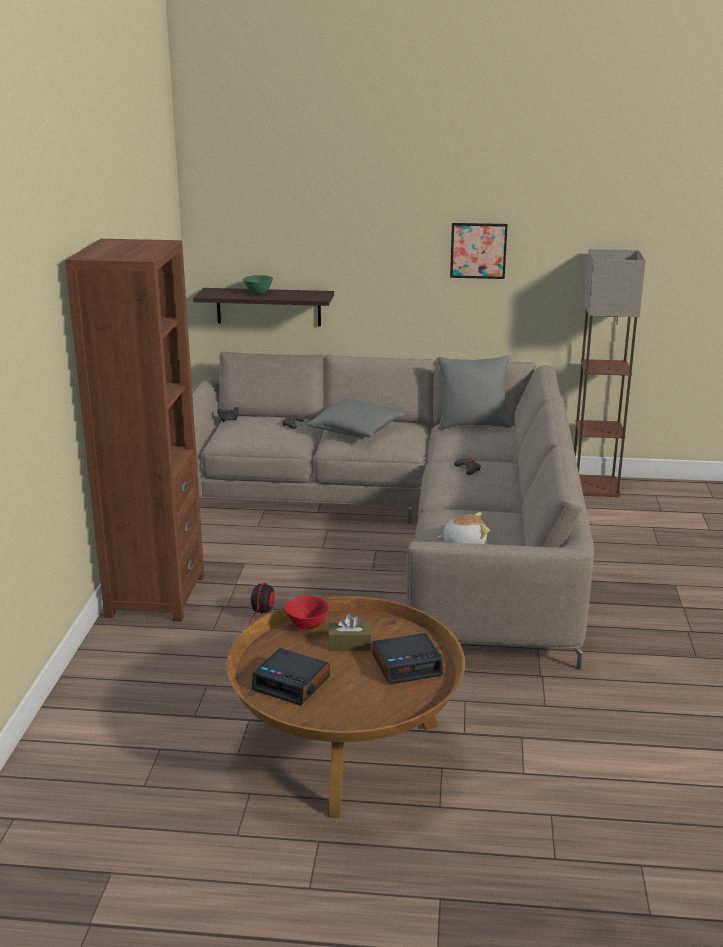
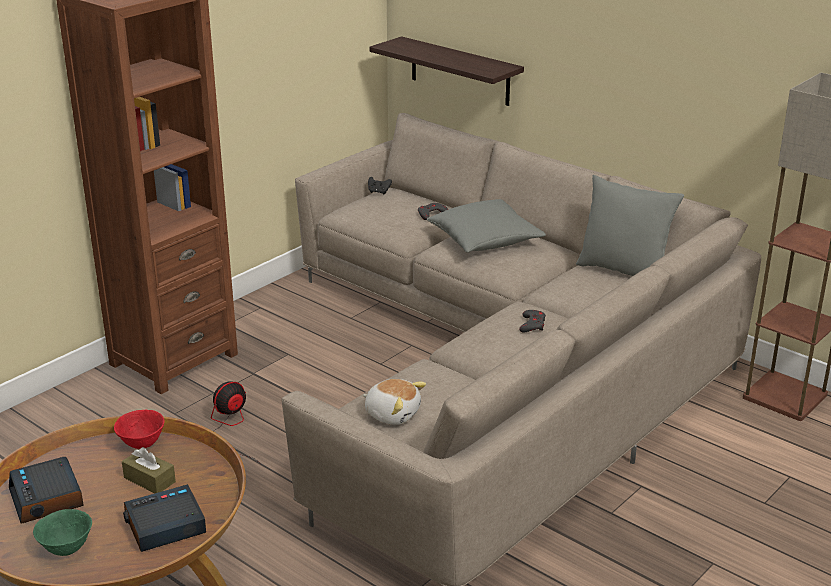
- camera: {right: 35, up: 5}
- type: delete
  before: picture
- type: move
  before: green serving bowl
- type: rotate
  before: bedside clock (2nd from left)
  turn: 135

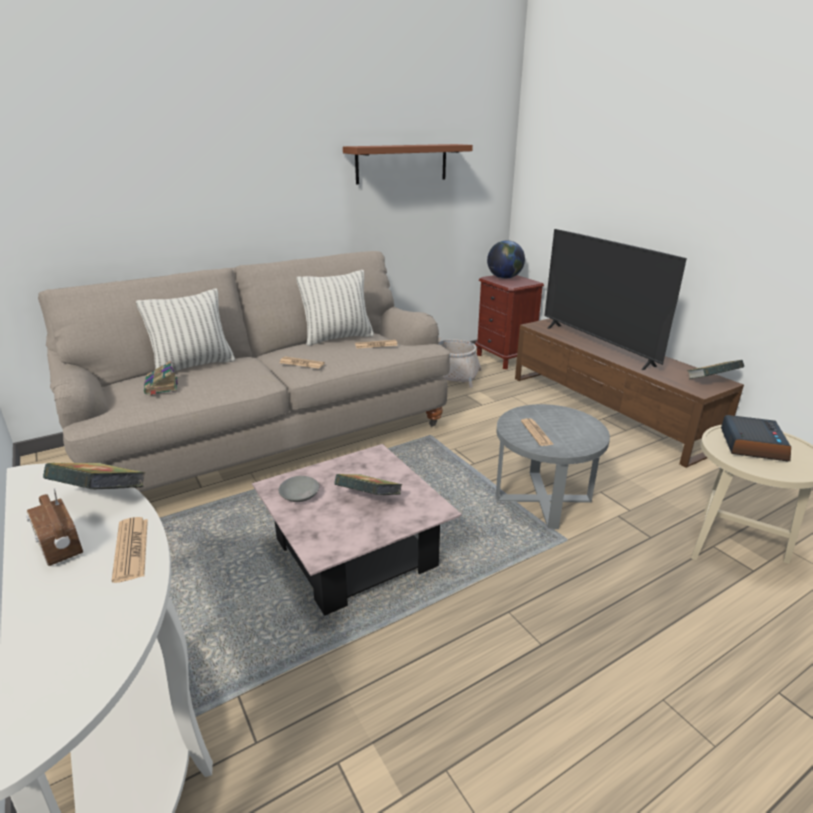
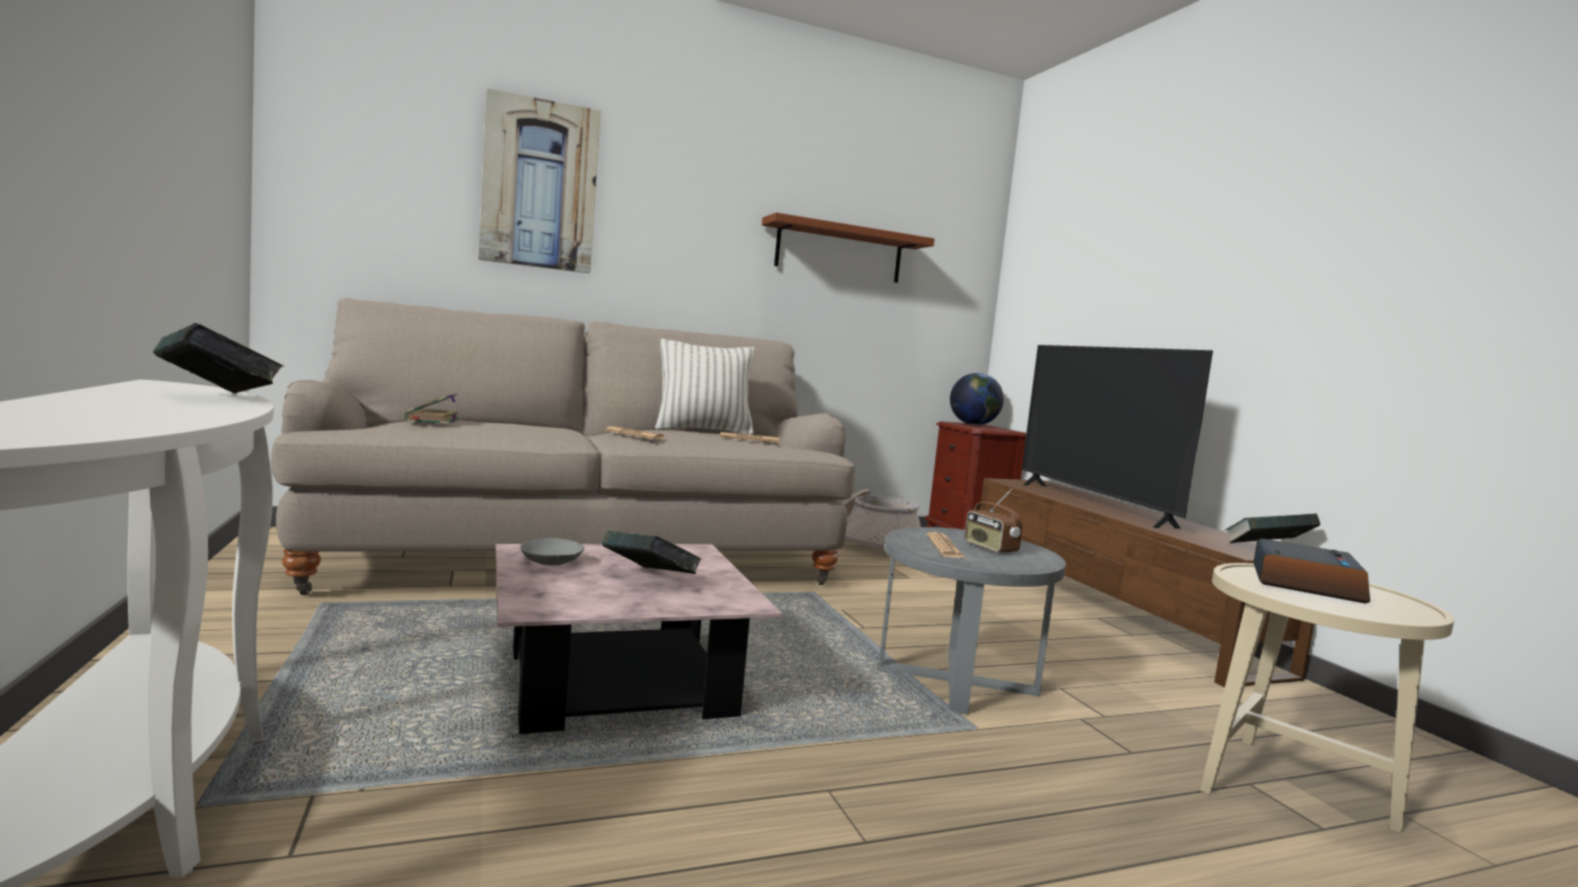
- camera: {right: 10, up: -20}
- type: delete
  before: newspaper (1st from left)
- type: delete
  before: pillow (1st from left)
- type: insert
  after: picture
- type: move
  before: radio

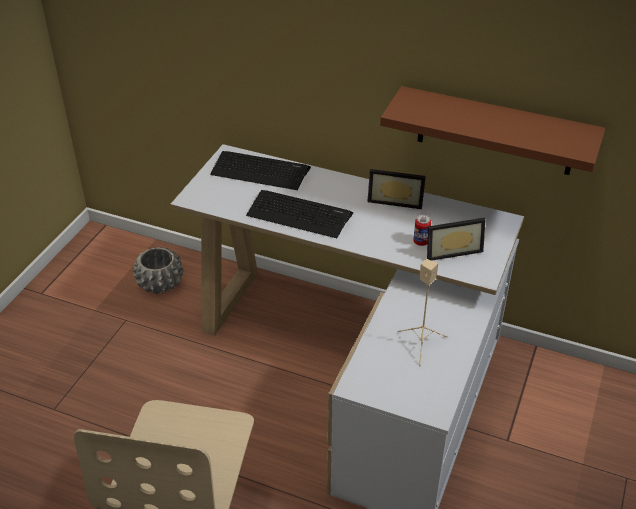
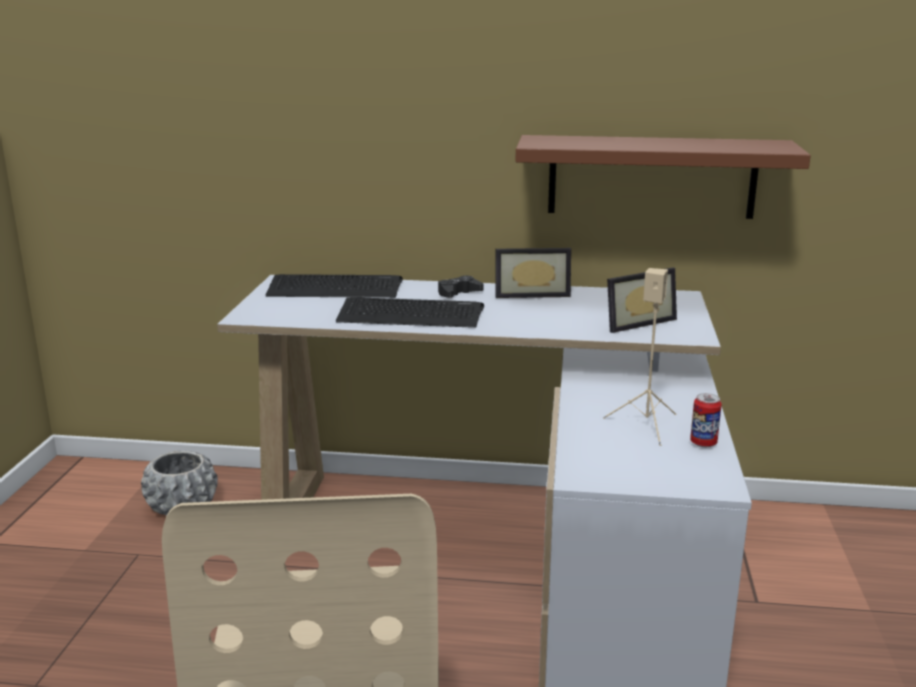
- camera: {right: -15, up: -20}
- type: insert
  after: blackish joypad
- type: move
  before: metal can

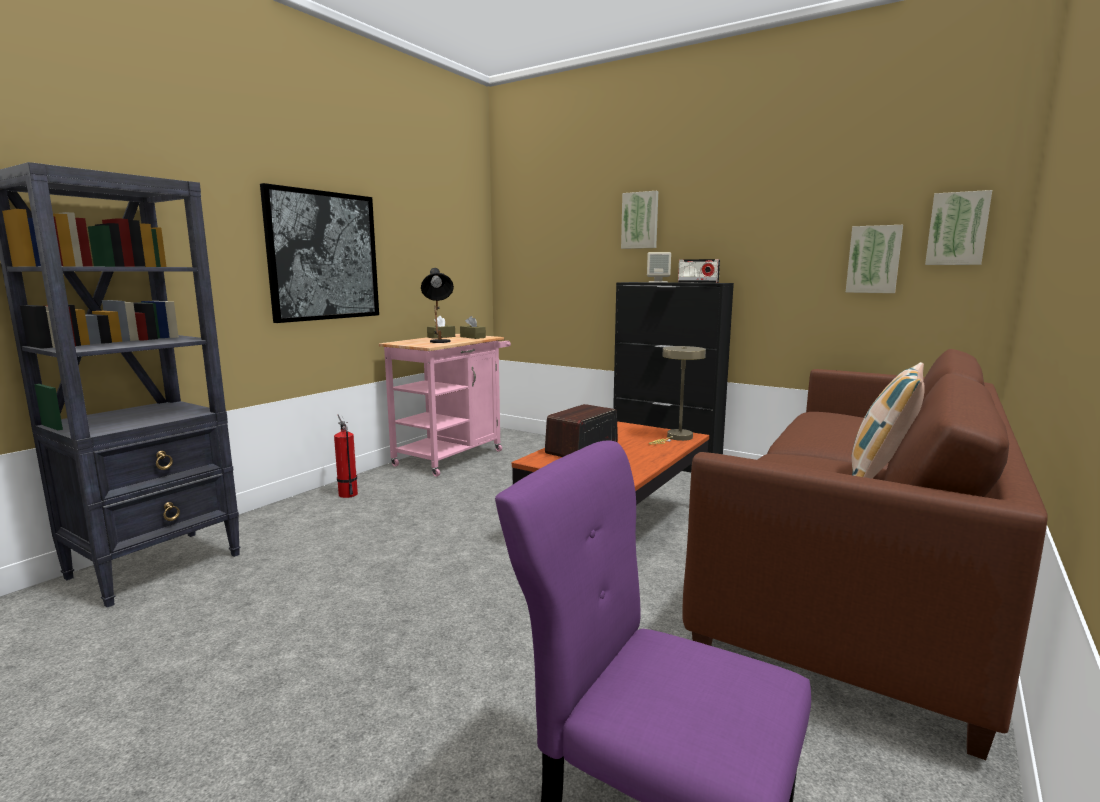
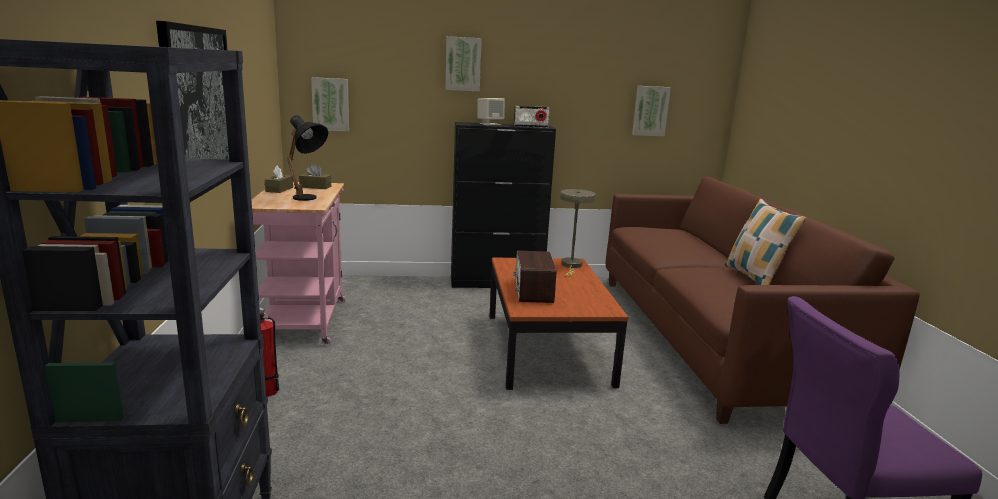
- camera: {right: -40, up: 5}
- type: move
  before: picture (4th from left in the first image)
  after: picture (2nd from left)

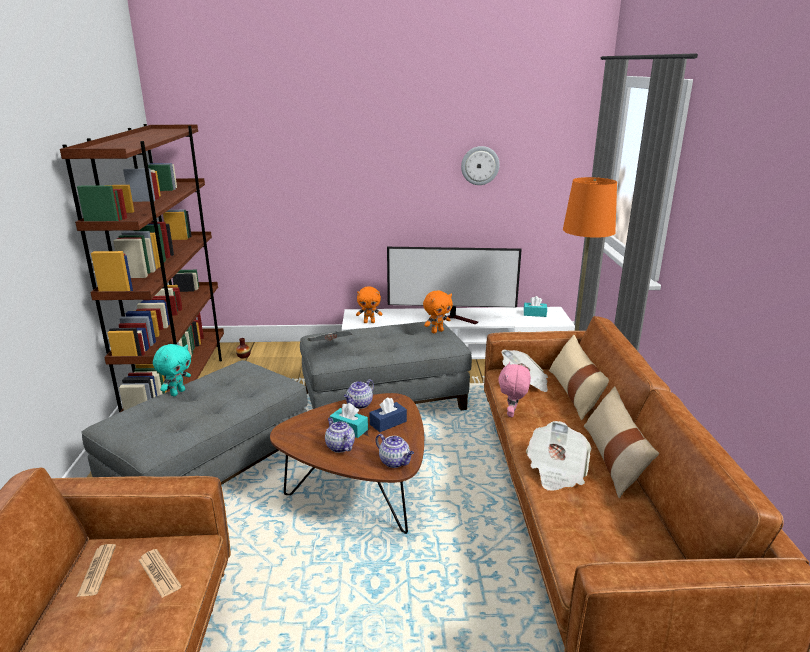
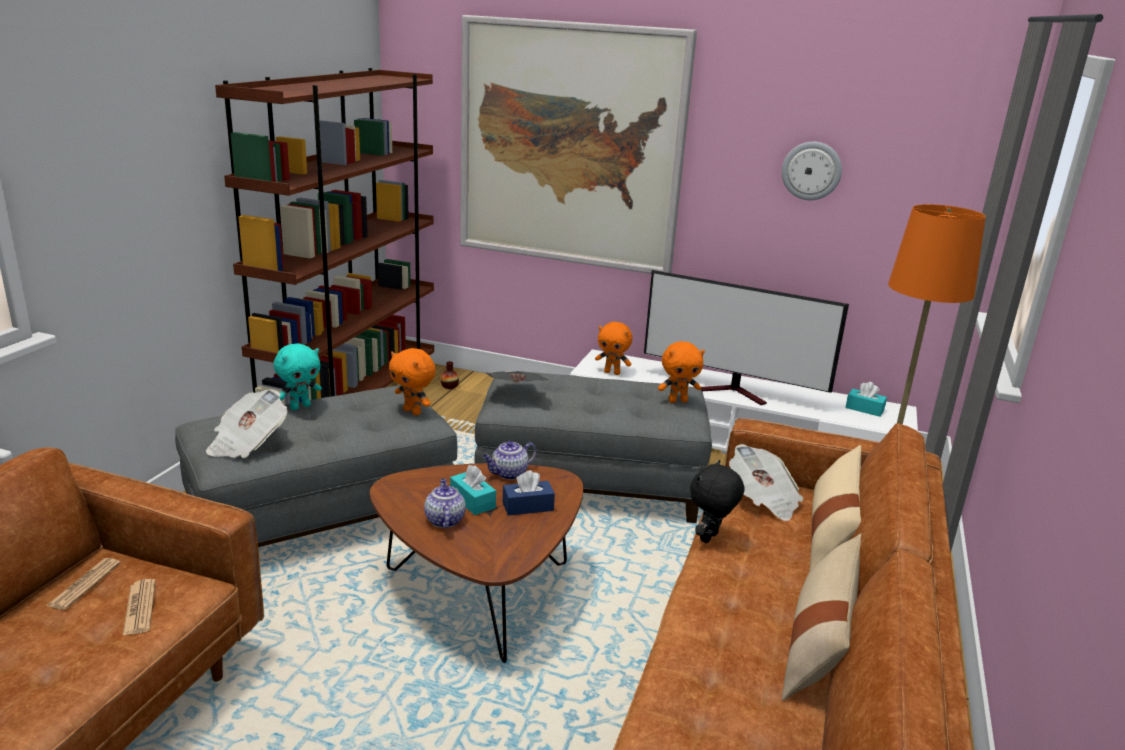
- camera: {right: 20, up: 0}
- type: delete
  before: pot for tea (3rd from left)
- type: insert
  after: orange soft toy (1st from left)
- type: insert
  after: picture
- type: move
  before: newspaper (5th from left in the first image)
  after: newspaper (3rd from left)
- type: recolor
  before: pink soft toy
  after: blackish soft toy

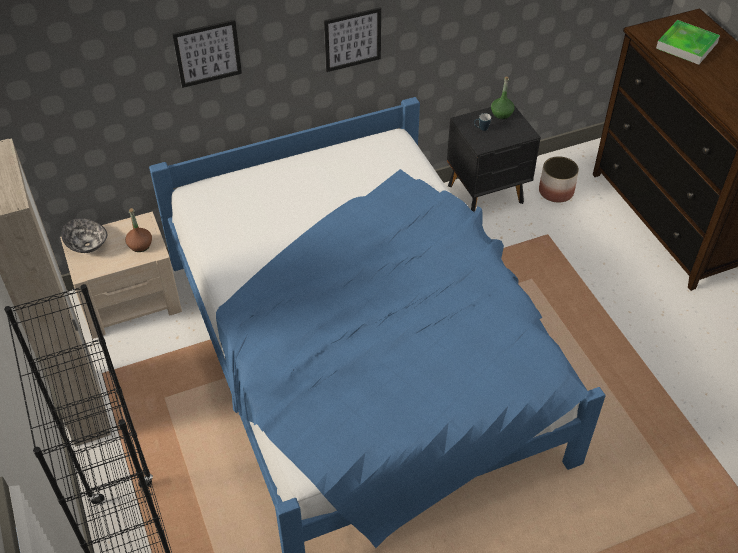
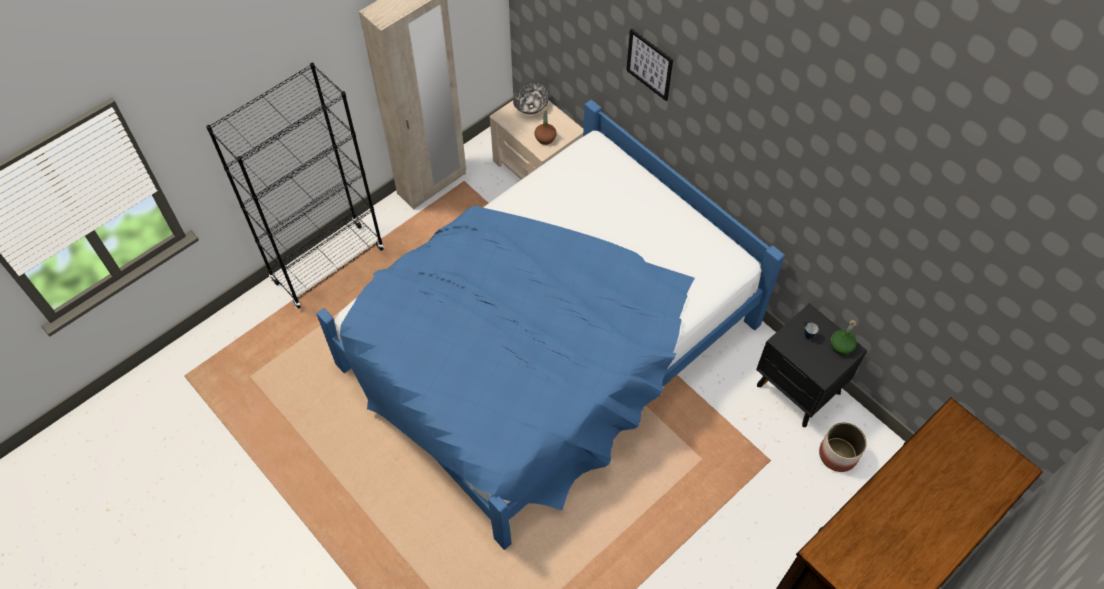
- camera: {right: 70, up: 10}
- type: delete
  before: picture (2nd from left)
- type: delete
  before: tray

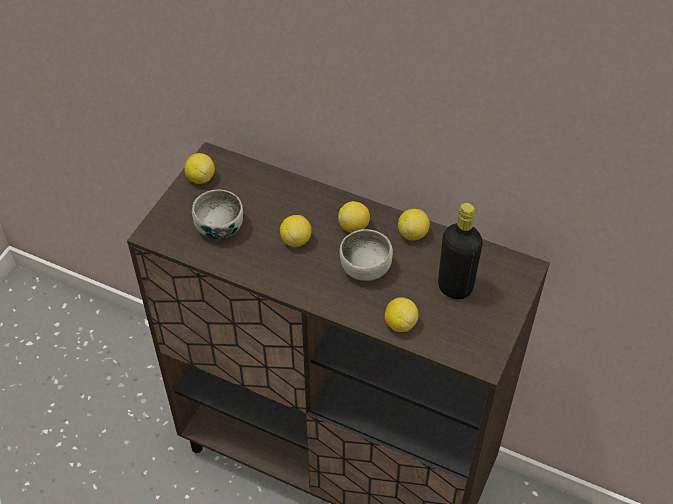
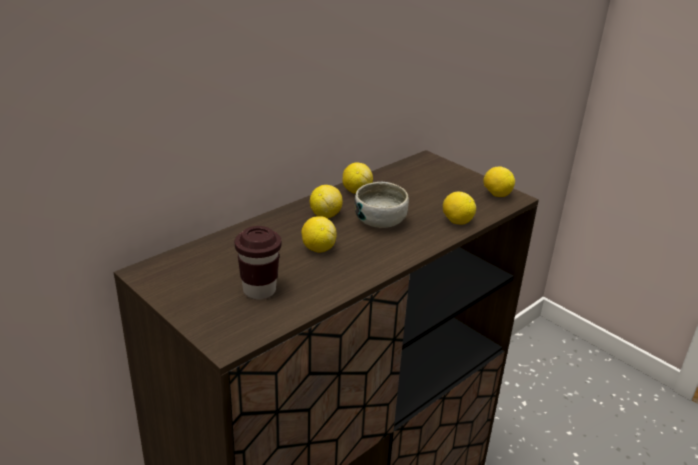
- camera: {right: -70, up: -20}
- type: delete
  before: blackish bottle
- type: move
  before: citrus fruit (1st from left in the first image)
  after: citrus fruit (5th from left)
- type: replace
  before: serving bowl (1st from left)
  after: brown-coloured cup

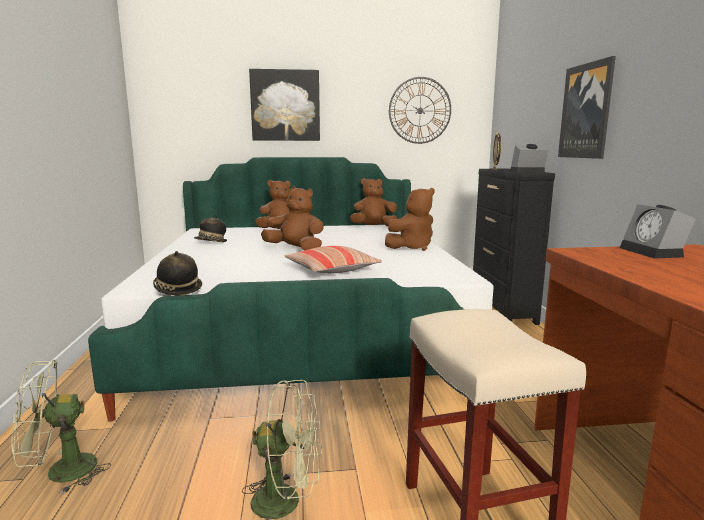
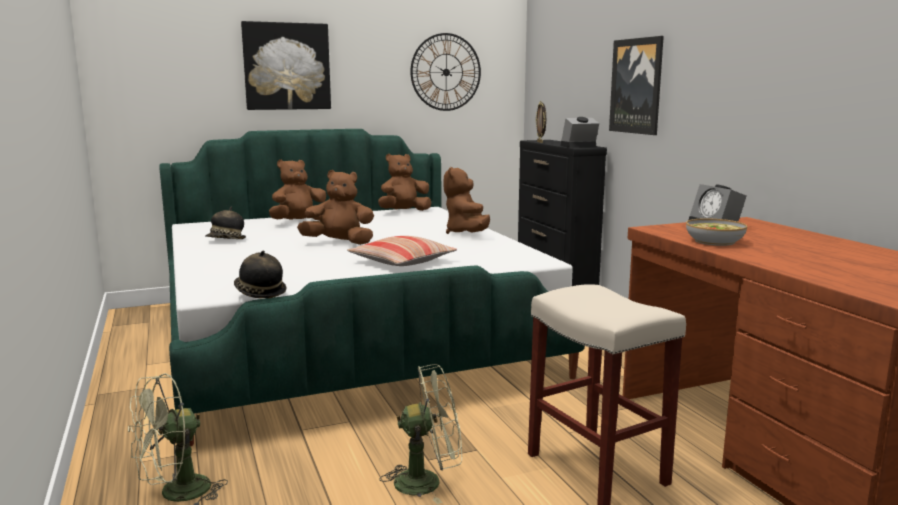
- camera: {right: -15, up: 0}
- type: insert
  after: serving bowl
- type: rotate
  before: brown-coloured soft toy (4th from left)
  turn: 135

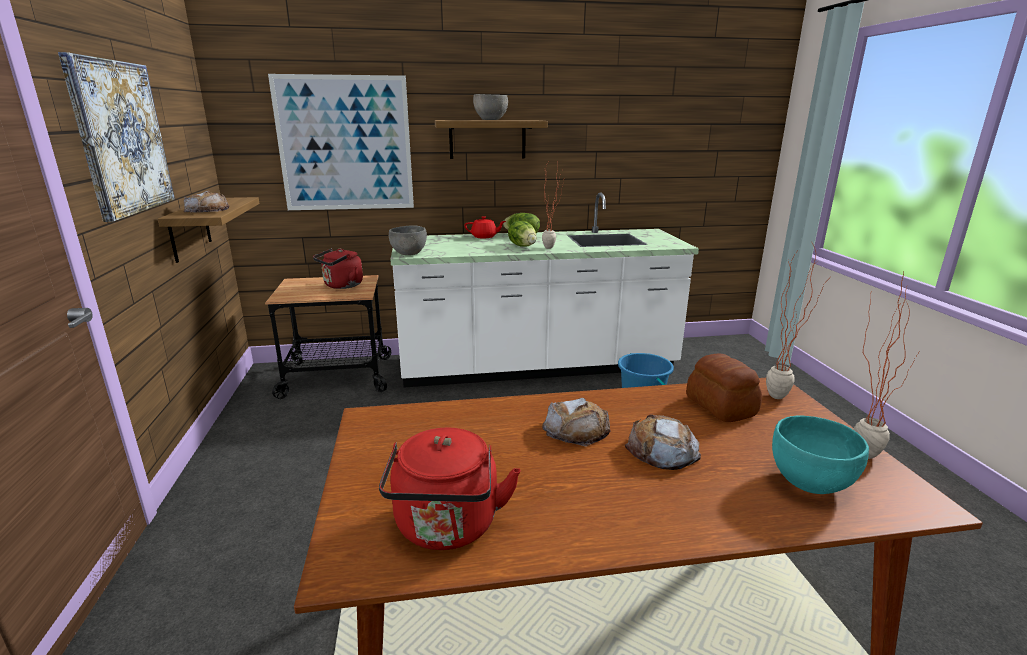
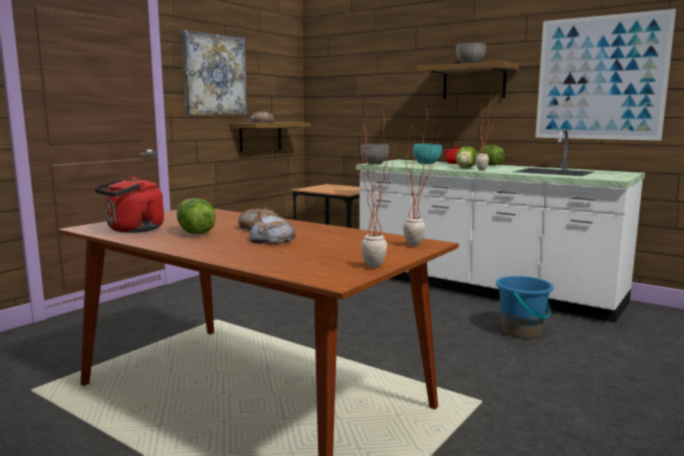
- camera: {right: 45, up: -10}
- type: delete
  before: reddish kettle (1st from left)
- type: delete
  before: bread (4th from left)
- type: insert
  after: lettuce head (1st from left)
- type: move
  before: picture (2nd from left)
- type: move
  before: blue-green serving bowl

